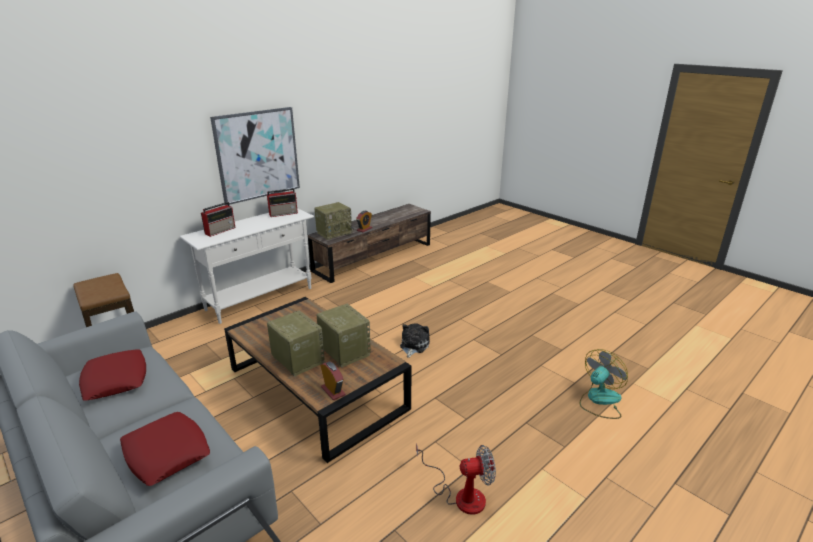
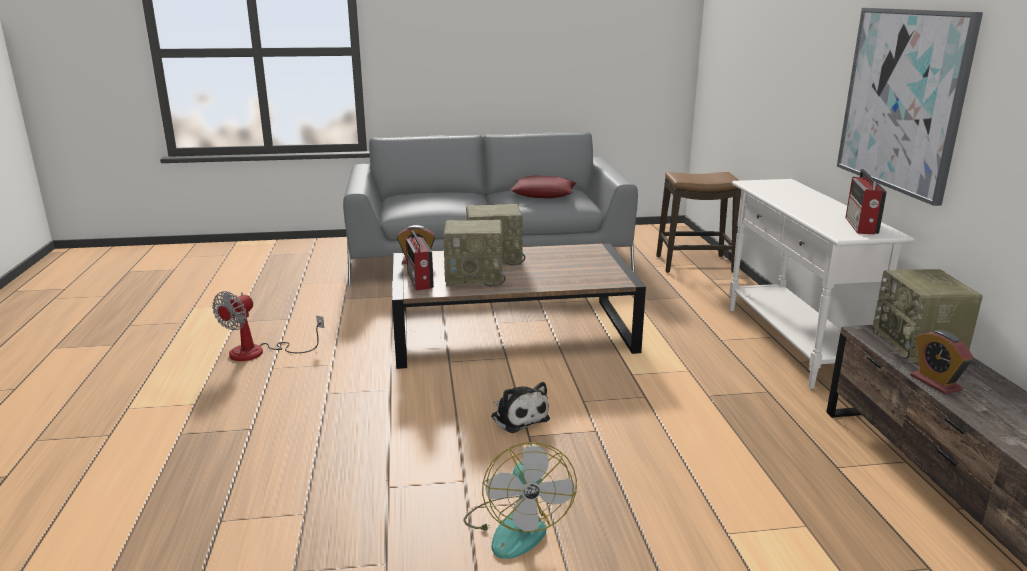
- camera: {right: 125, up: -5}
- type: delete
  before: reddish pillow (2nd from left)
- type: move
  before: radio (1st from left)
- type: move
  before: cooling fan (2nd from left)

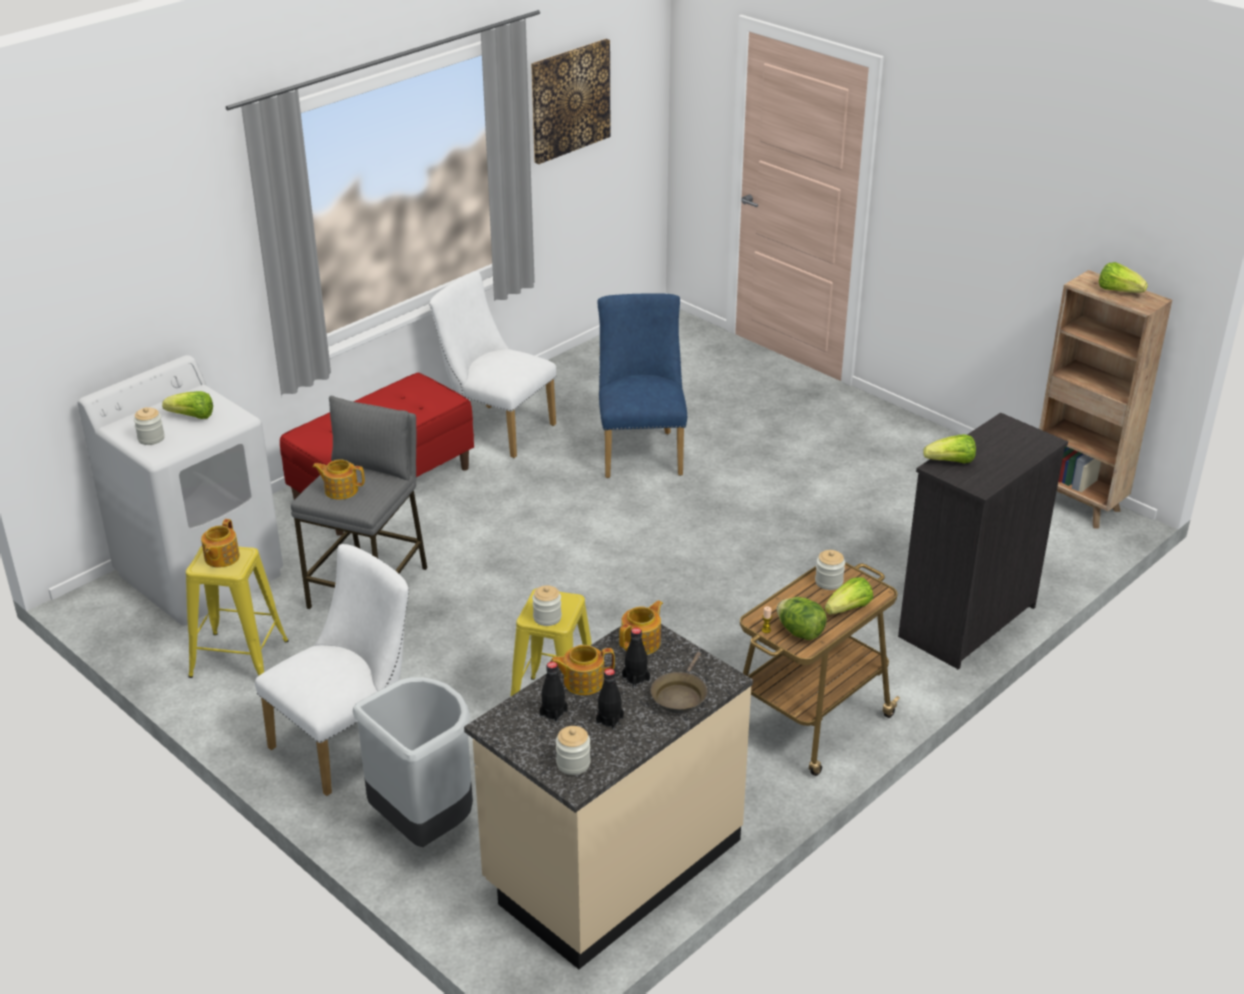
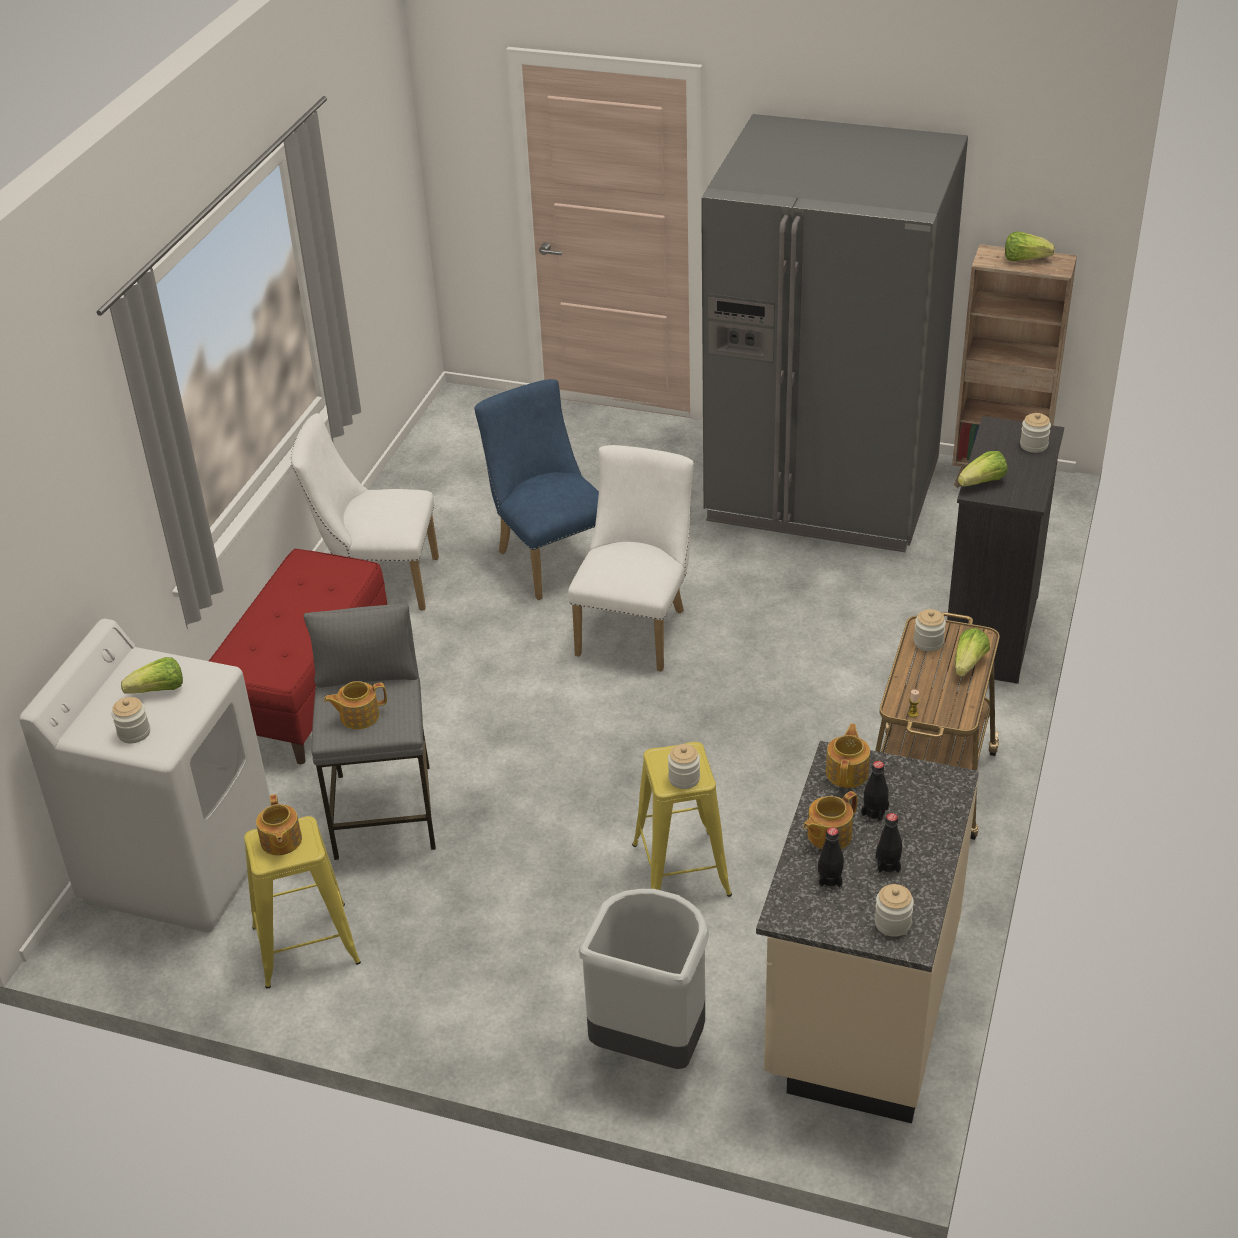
- camera: {right: -25, up: 5}
- type: delete
  before: picture
- type: delete
  before: brown-coloured pan
- type: delete
  before: lettuce head (2nd from left)
- type: insert
  after: greyish refrigerator
- type: insert
  after: storage jar (5th from left)
- type: move
  before: white upright chair (1st from left in the first image)
  after: white upright chair (2nd from left)

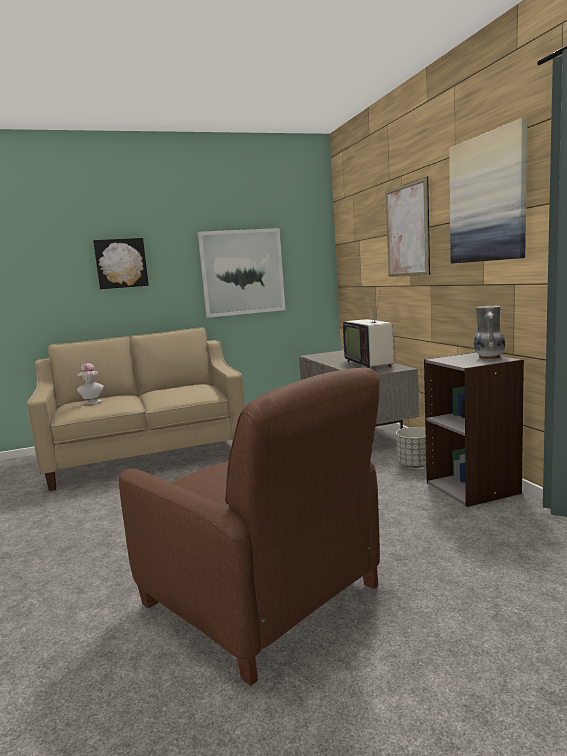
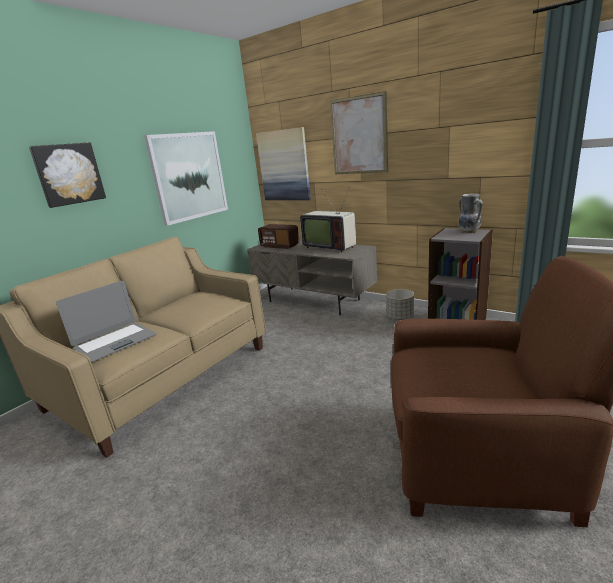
- camera: {right: -35, up: 10}
- type: insert
  after: radio
- type: move
  before: picture (4th from left in the first image)
  after: picture (3rd from left)
- type: replace
  before: wearable hat
  after: laptop

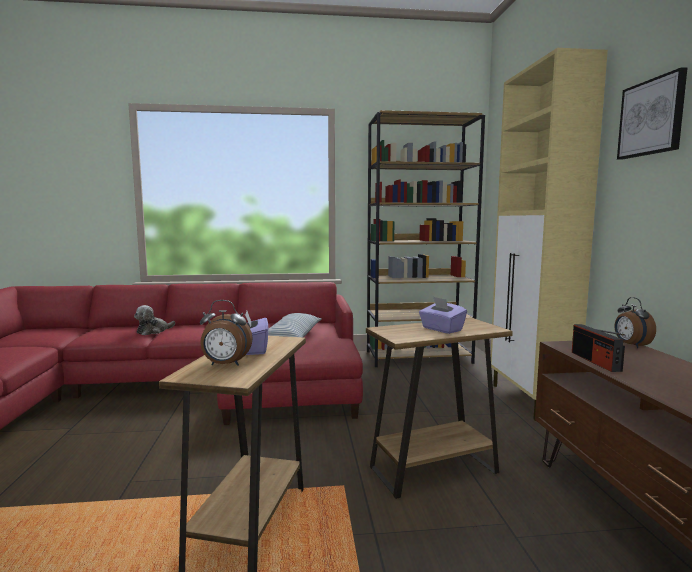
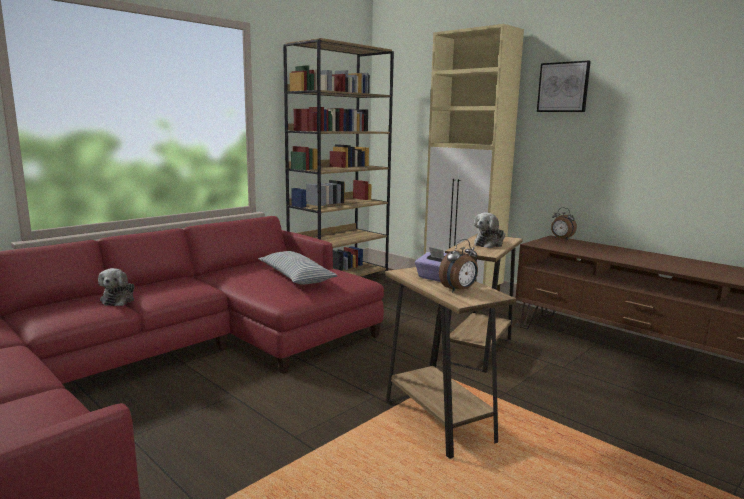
- camera: {right: -40, up: 5}
- type: delete
  before: radio
- type: replace
  before: purple box of tissues (2nd from left)
  after: soft toy (2nd from left)

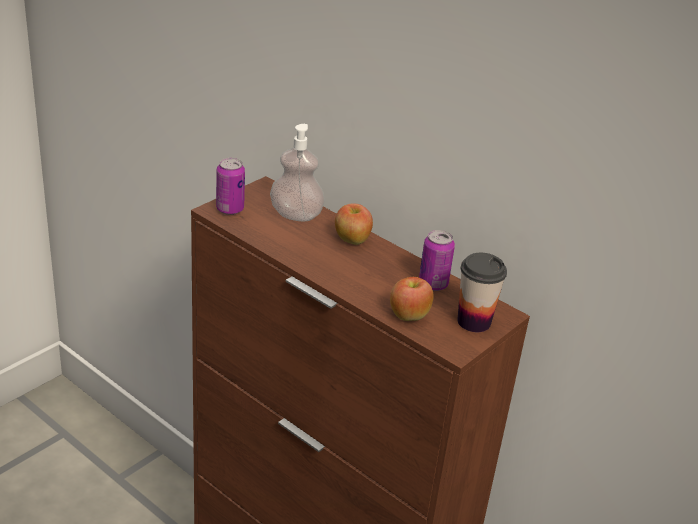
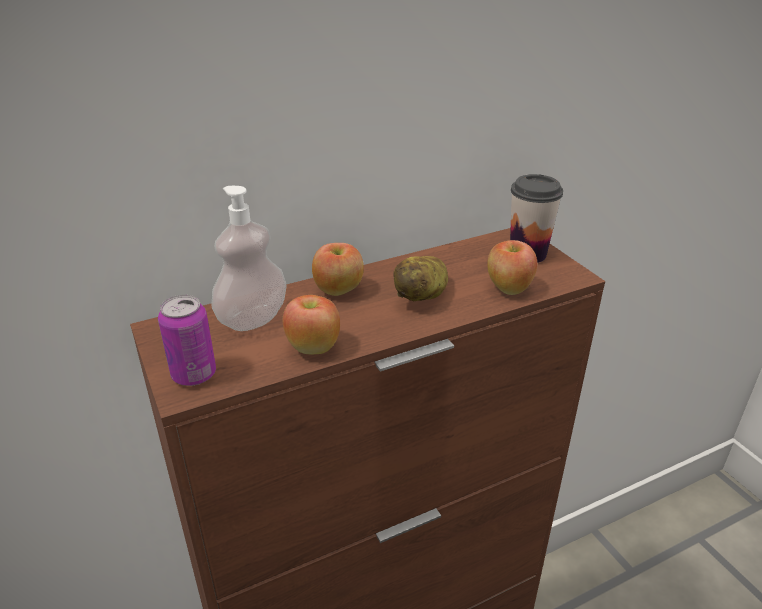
- camera: {right: -65, up: 0}
- type: delete
  before: metal can (2nd from left)
- type: insert
  after: apple (1st from left)
- type: insert
  after: potato

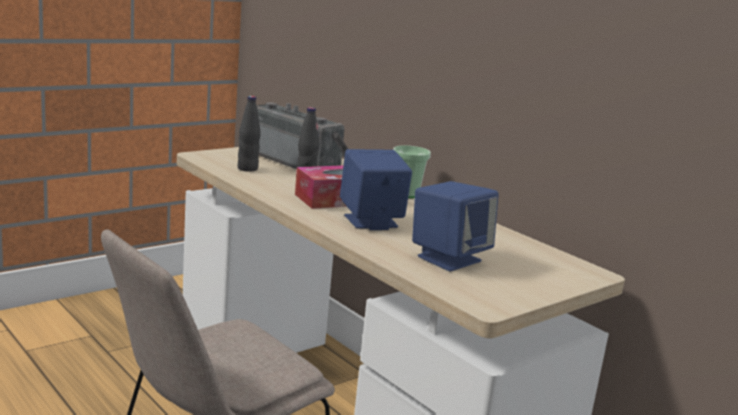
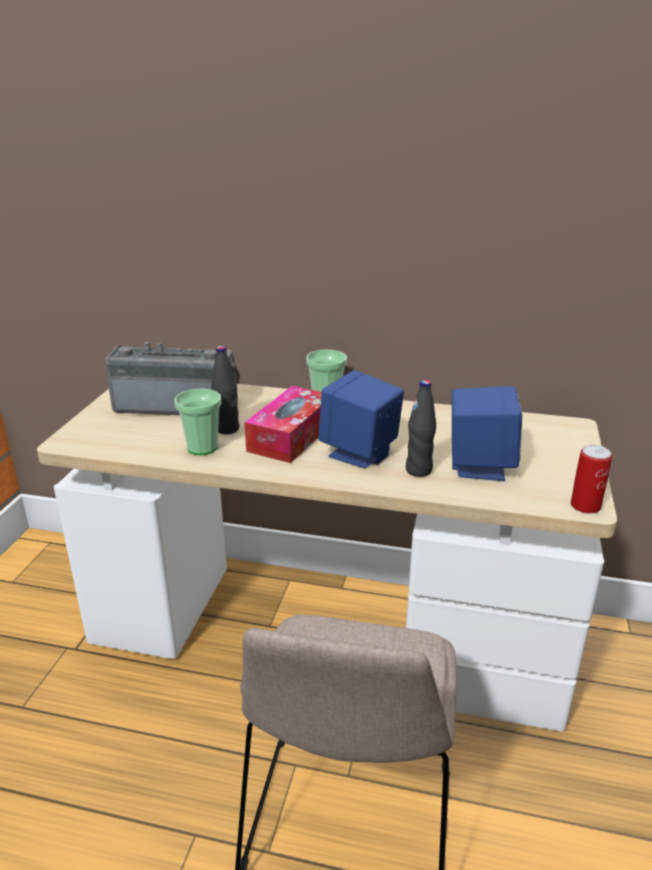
- camera: {right: -35, up: 10}
- type: insert
  after: cup (1st from left)
- type: insert
  after: metal can
- type: move
  before: blackish bottle (1st from left in the first image)
  after: blackish bottle (2nd from left)

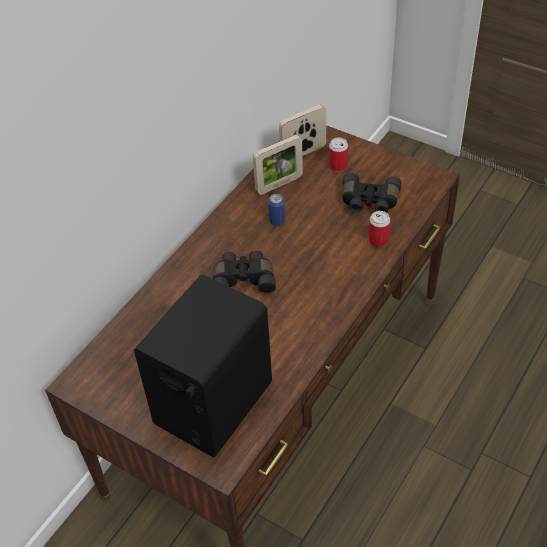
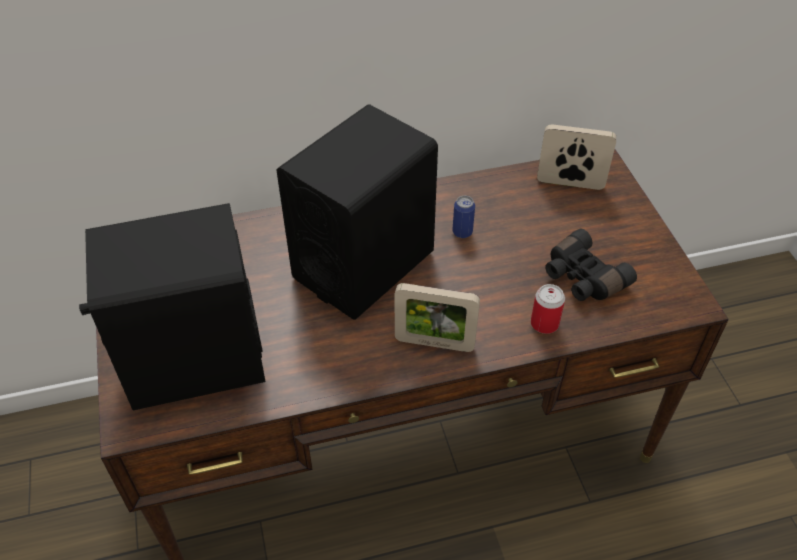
- camera: {right: 40, up: 0}
- type: delete
  before: metal can (2nd from left)
- type: move
  before: standing frame (1st from left)
- type: replace
  before: blackish pair of binoculars (1st from left)
  after: blackish speaker (2nd from left)

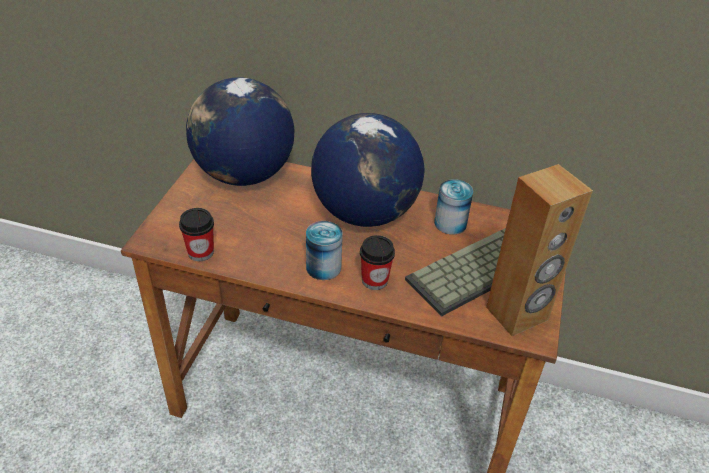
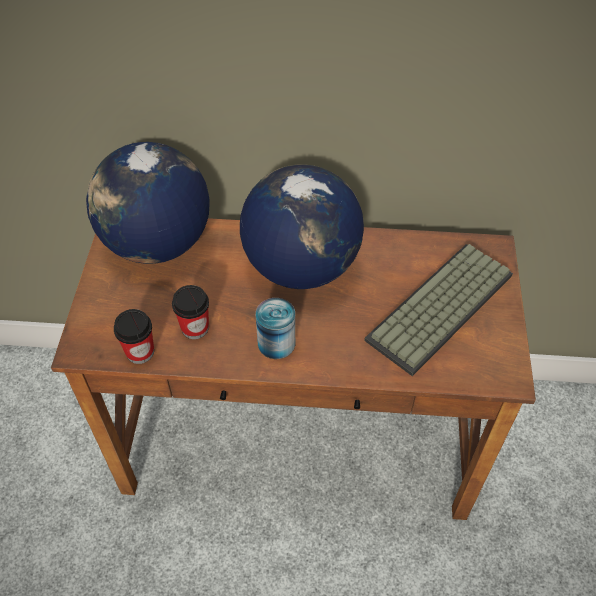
- camera: {right: -10, up: 10}
- type: delete
  before: metal can (2nd from left)
- type: delete
  before: brown-coloured speaker
- type: move
  before: cup (2nd from left)

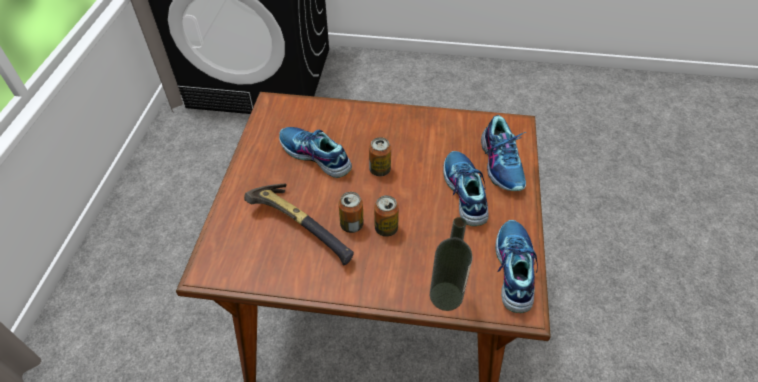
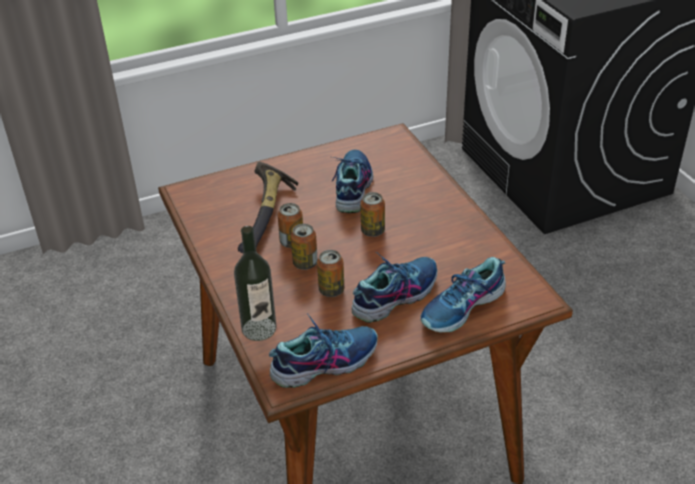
- camera: {right: 60, up: -10}
- type: insert
  after: metal can (3rd from left)

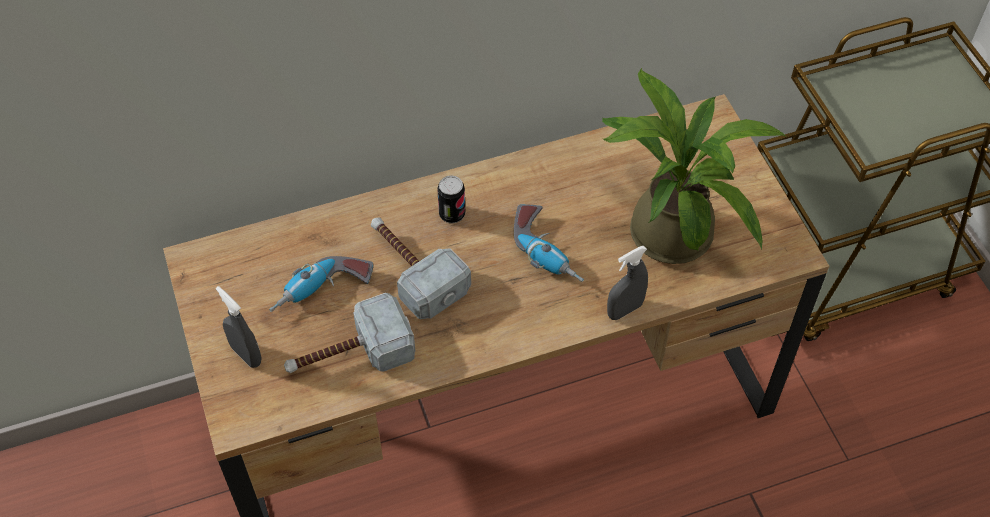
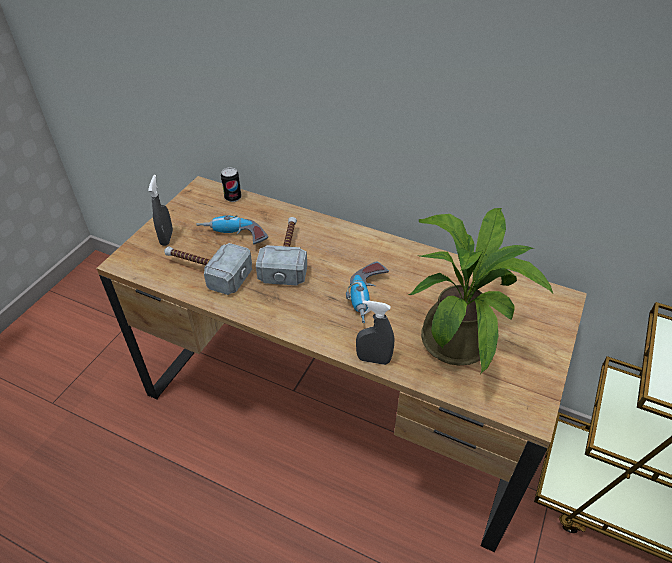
- camera: {right: 45, up: -10}
- type: move
  before: metal can

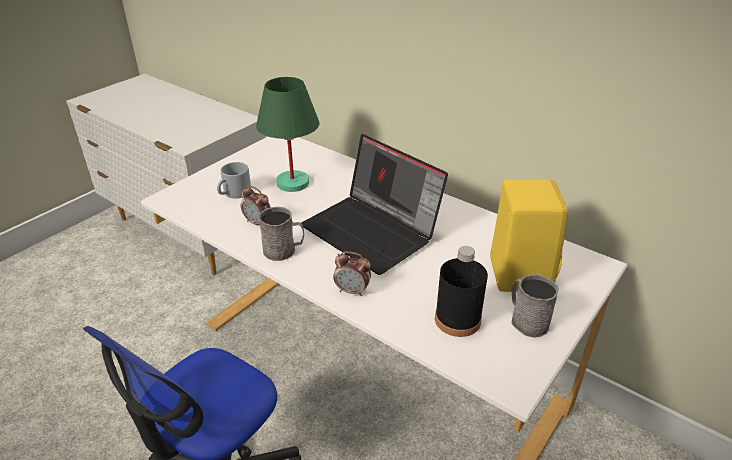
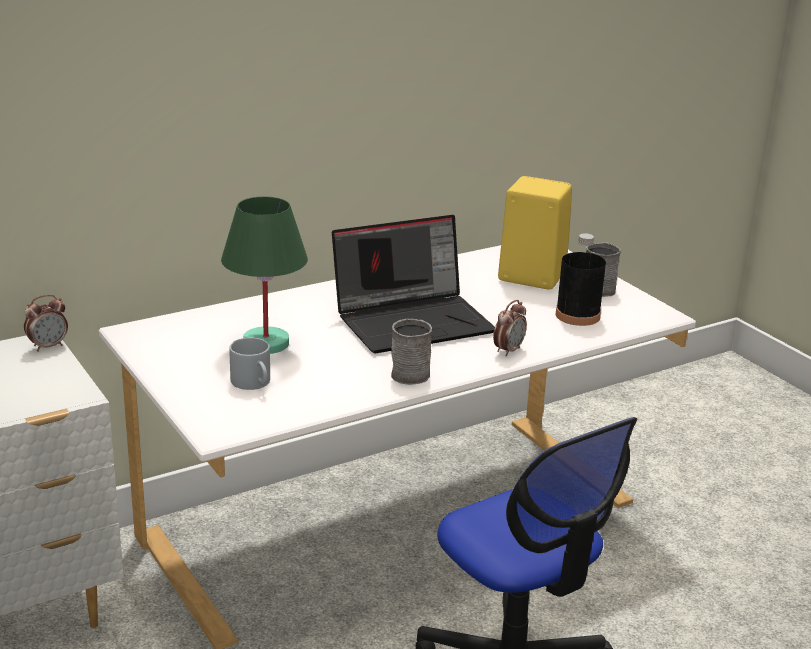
- camera: {right: -70, up: -10}
- type: move
  before: bedside clock (1st from left)

